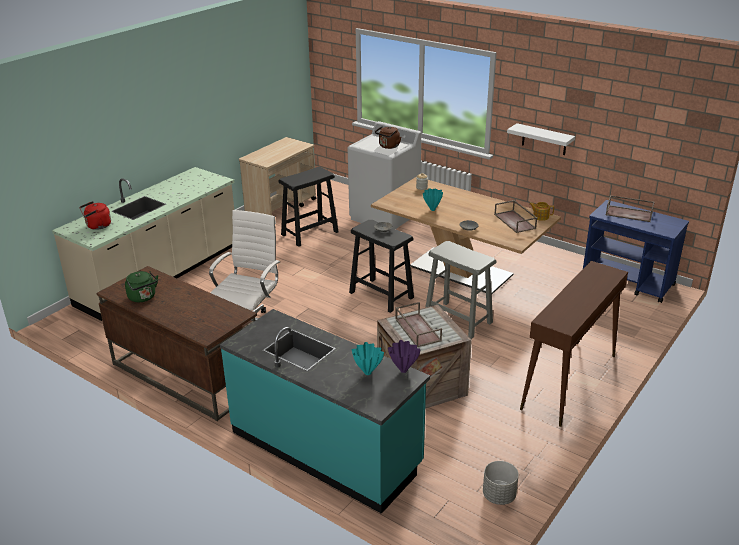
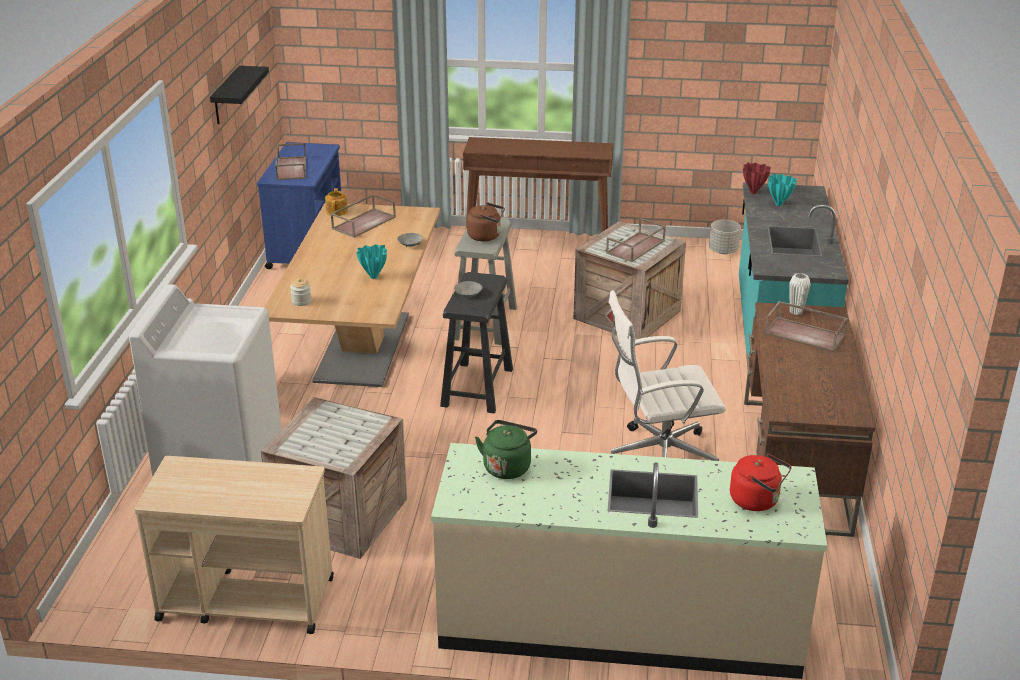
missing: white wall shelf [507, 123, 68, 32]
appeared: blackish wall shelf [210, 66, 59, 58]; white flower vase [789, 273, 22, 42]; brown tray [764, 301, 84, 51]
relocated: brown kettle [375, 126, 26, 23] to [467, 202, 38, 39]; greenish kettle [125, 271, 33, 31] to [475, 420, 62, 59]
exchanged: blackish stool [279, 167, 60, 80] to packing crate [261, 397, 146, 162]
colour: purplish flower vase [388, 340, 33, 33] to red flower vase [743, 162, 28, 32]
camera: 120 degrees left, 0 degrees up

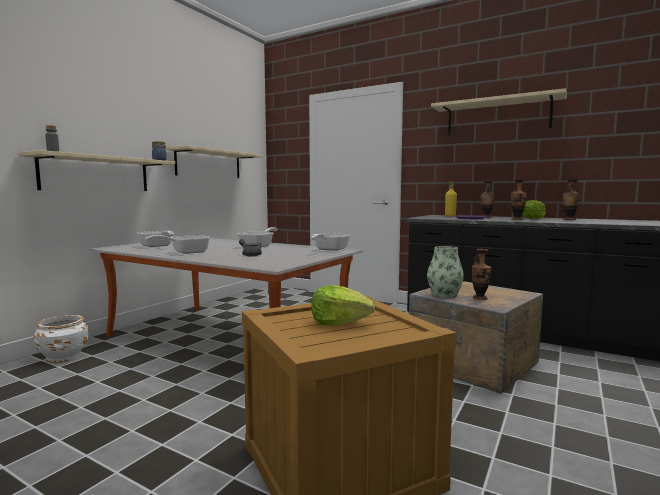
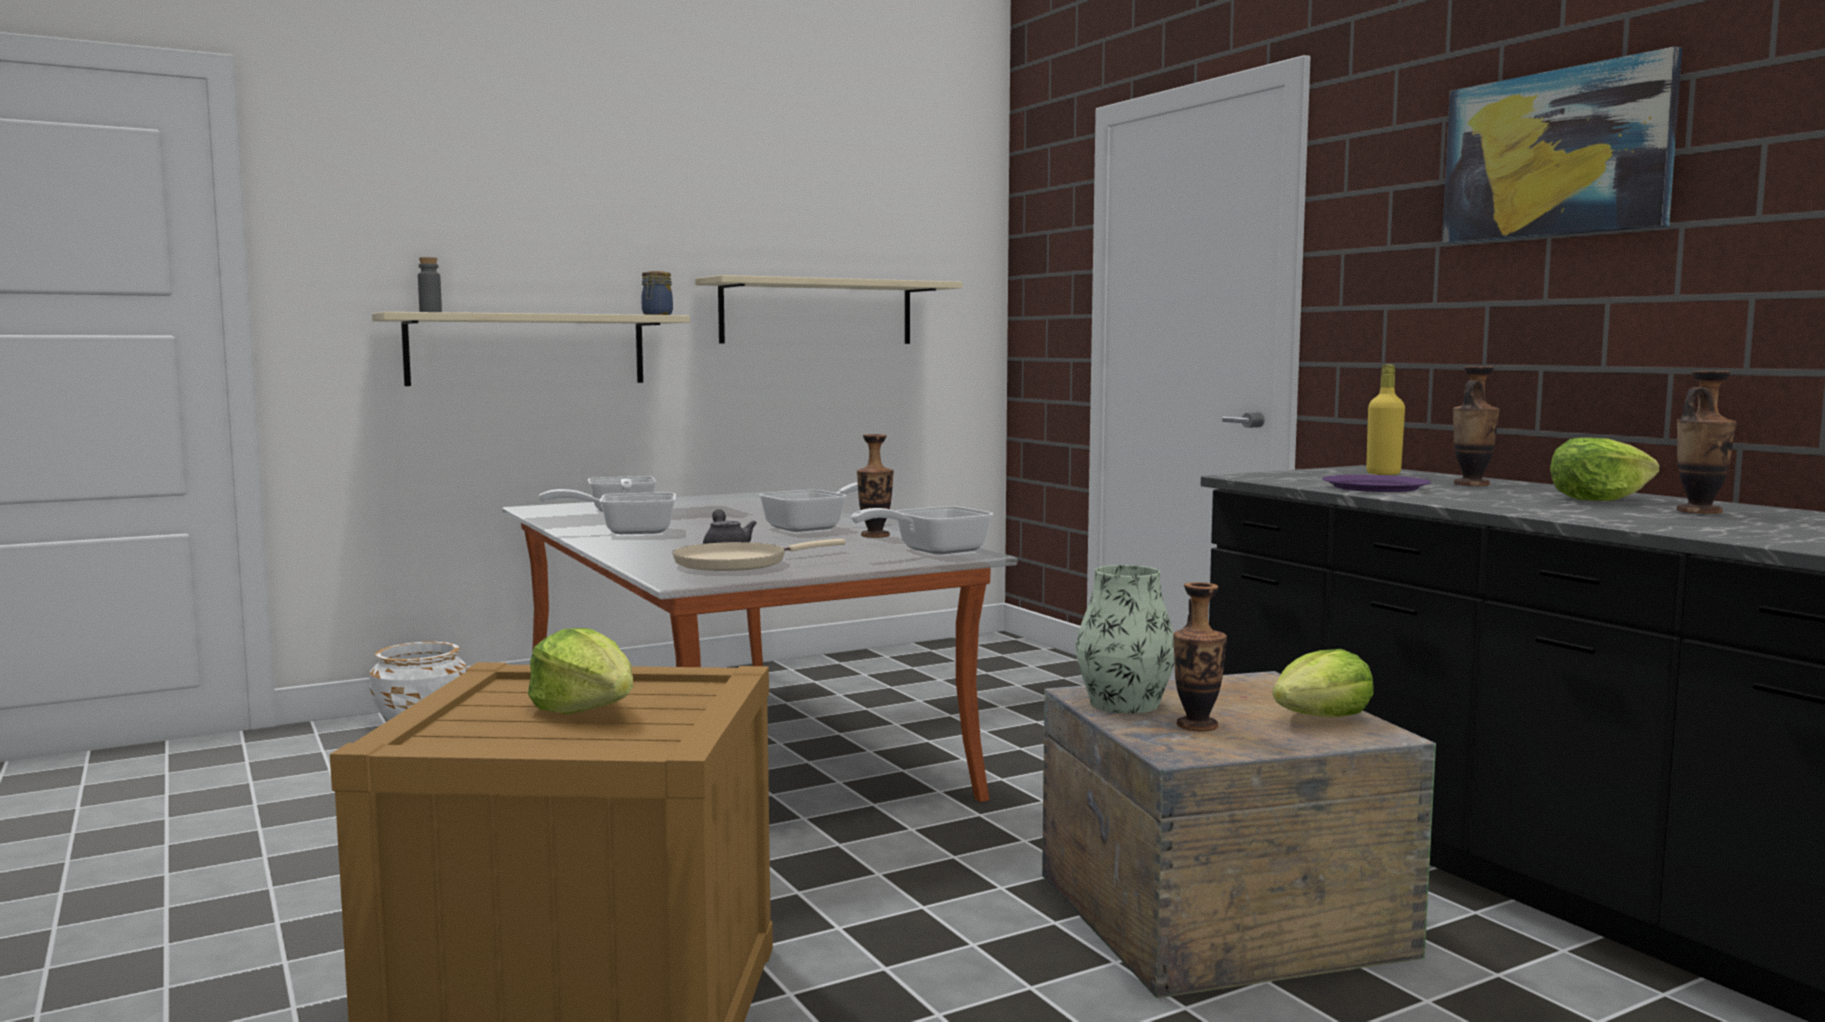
appeared: beige pan [672, 539, 174, 32]; lettuce head [1272, 649, 102, 68]
relocated: flower vase [511, 179, 16, 41] to [857, 434, 37, 104]
exchanged: beige wall shelf [431, 88, 136, 47] to wall picture [1442, 46, 240, 198]
camera: 30 degrees right, 0 degrees up

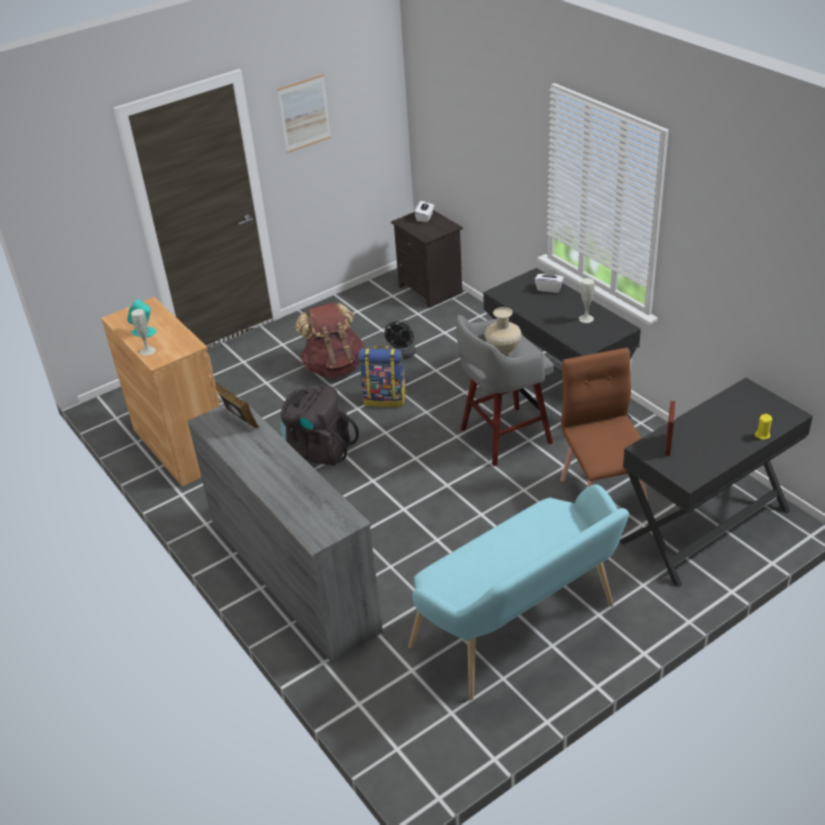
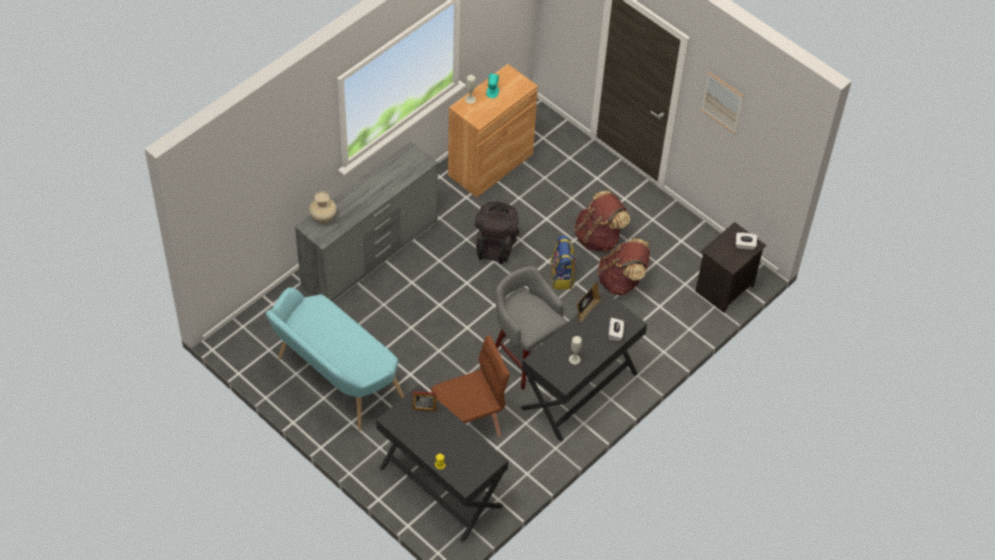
relocated: beige flower vase [484, 307, 38, 48] to [309, 191, 28, 32]; photo frame [215, 382, 44, 46] to [577, 282, 24, 40]
exchanged: blackish cooling fan [384, 320, 32, 39] to brown backpack [598, 238, 52, 57]
camera: 75 degrees right, 15 degrees up

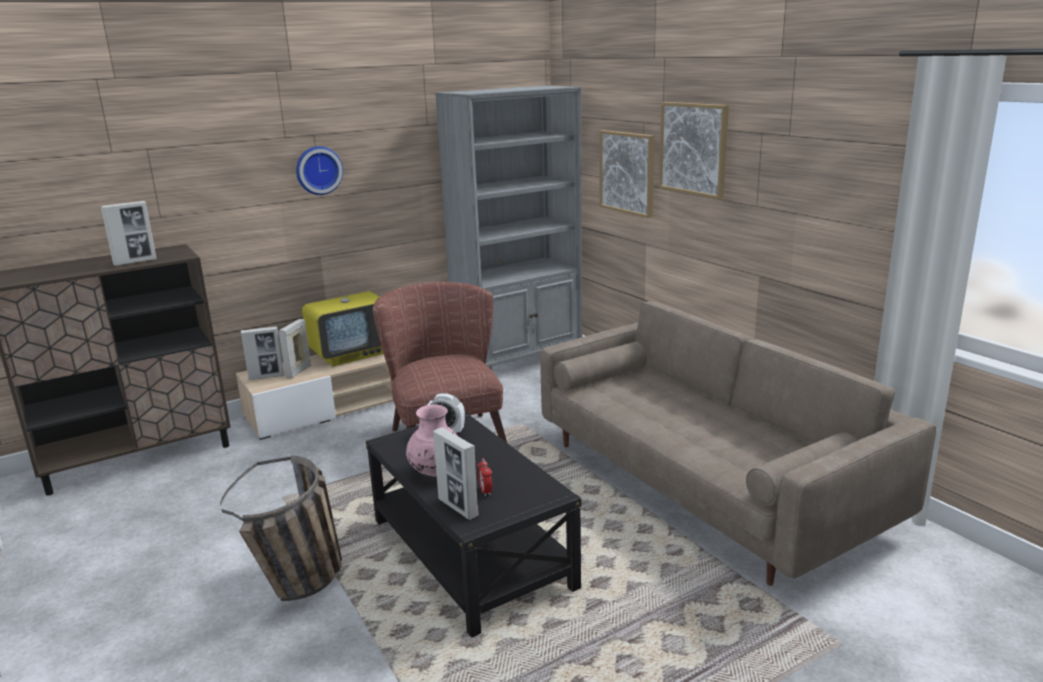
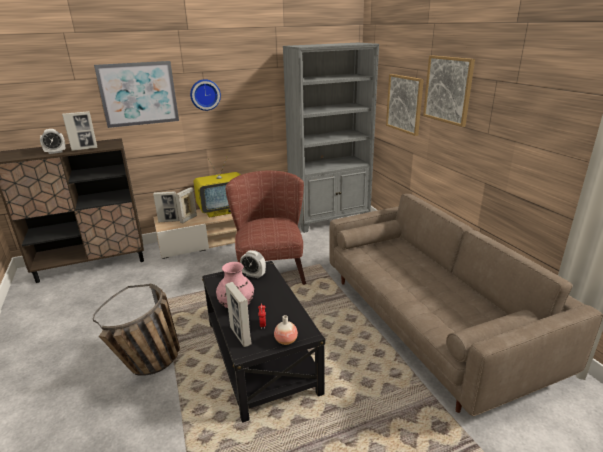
appeared: wall picture [94, 61, 85, 67]; bedside clock [40, 129, 25, 25]; flower vase [274, 315, 24, 30]
camera: 10 degrees right, 5 degrees up

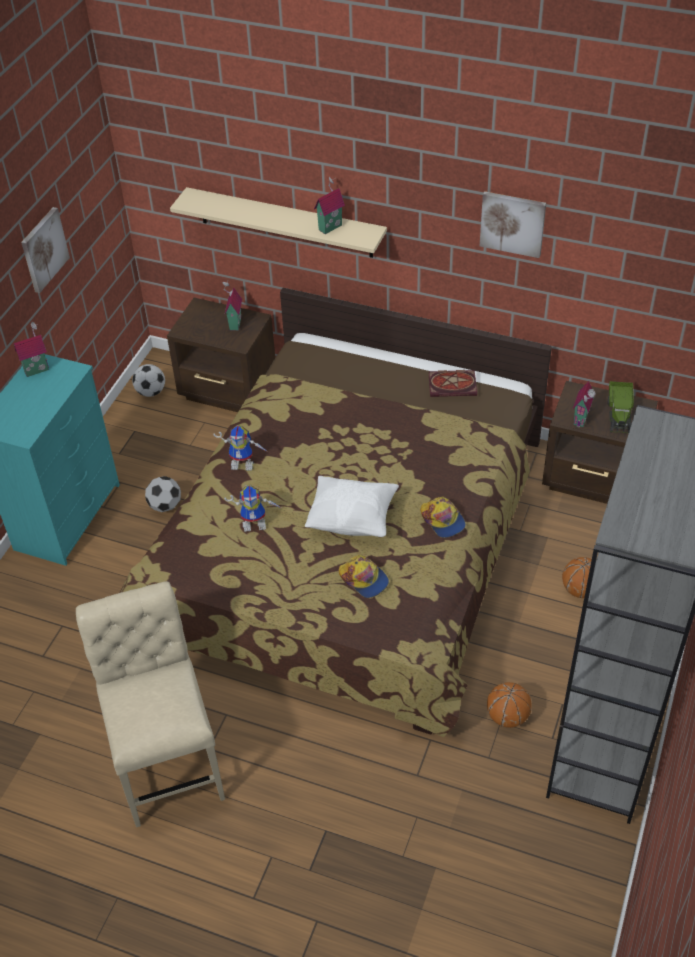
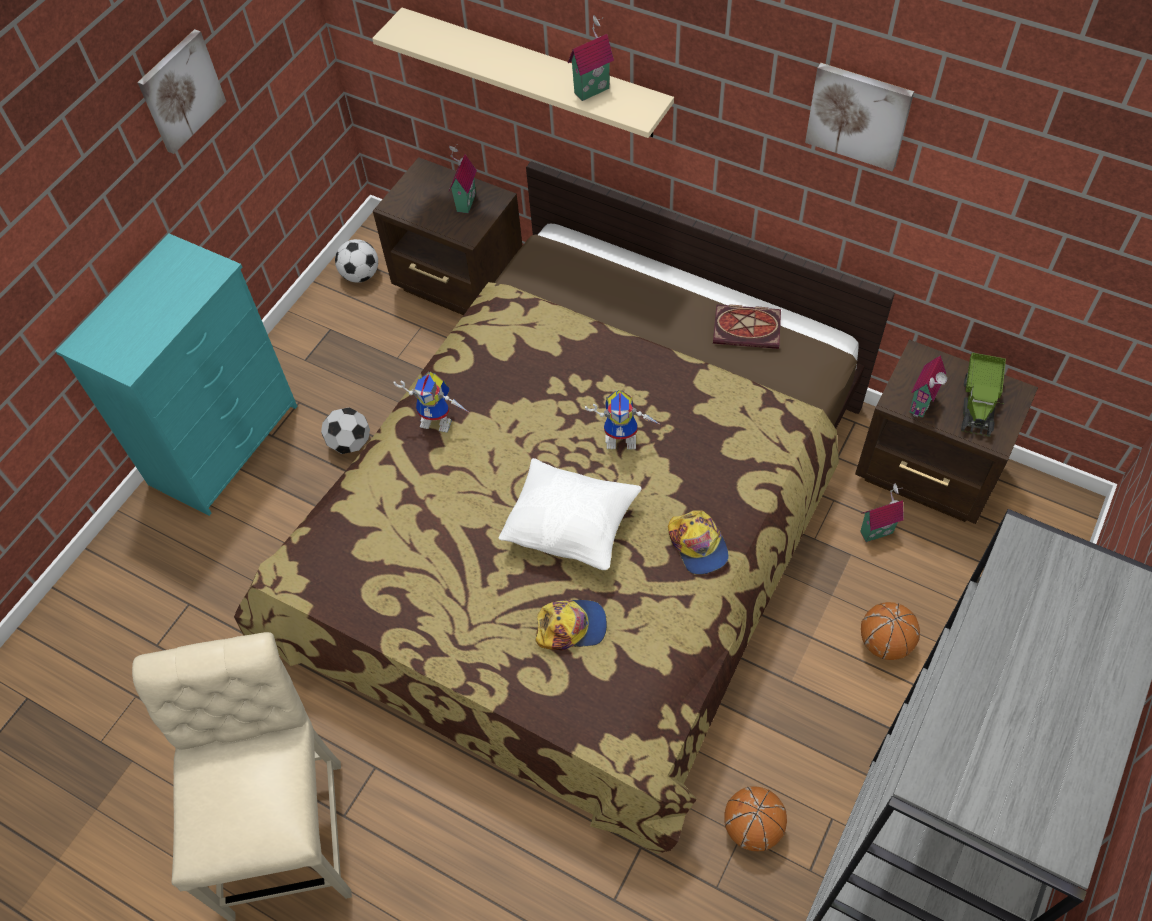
relocated: model house [14, 322, 35, 55] to [860, 483, 44, 59]; robot figure [224, 484, 57, 48] to [585, 390, 76, 59]
spun: peaked cap [339, 555, 50, 43] = [535, 600, 72, 51] 60 degrees counterclockwise
camera: 10 degrees right, 10 degrees up

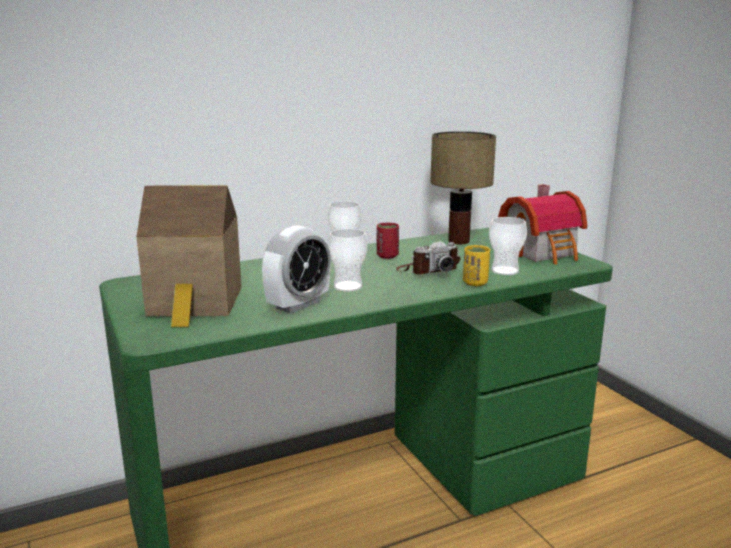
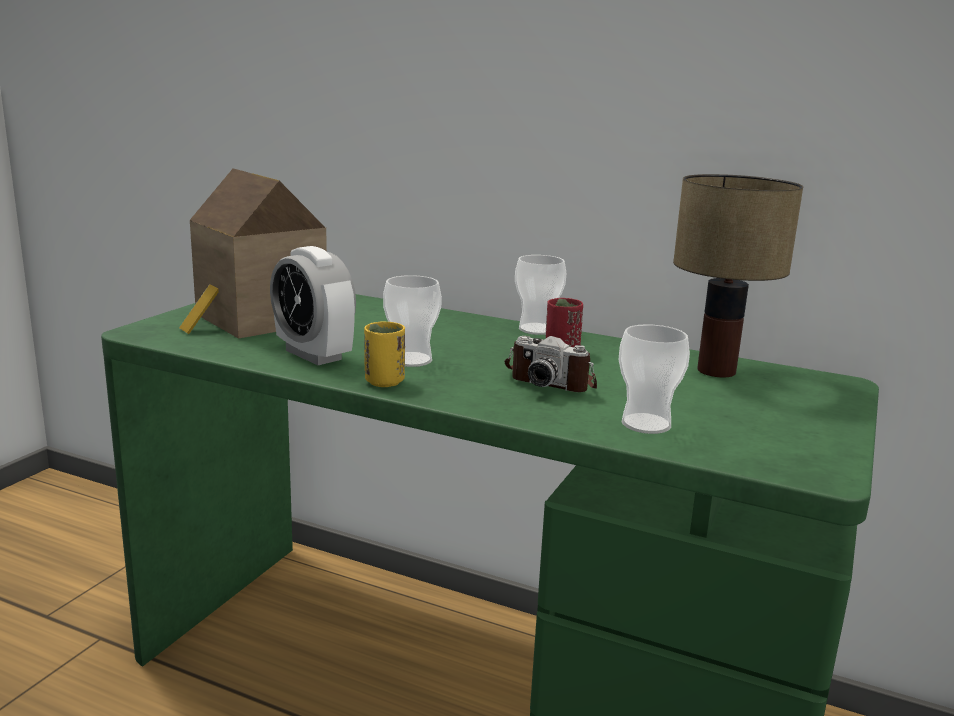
missing: model house [498, 184, 89, 80]
relocated: yellow-coloured small cup [463, 245, 27, 41] to [364, 322, 41, 65]
spun: bedside clock [262, 225, 68, 89] = [270, 246, 86, 119] 45 degrees clockwise
camera: 50 degrees right, 0 degrees up

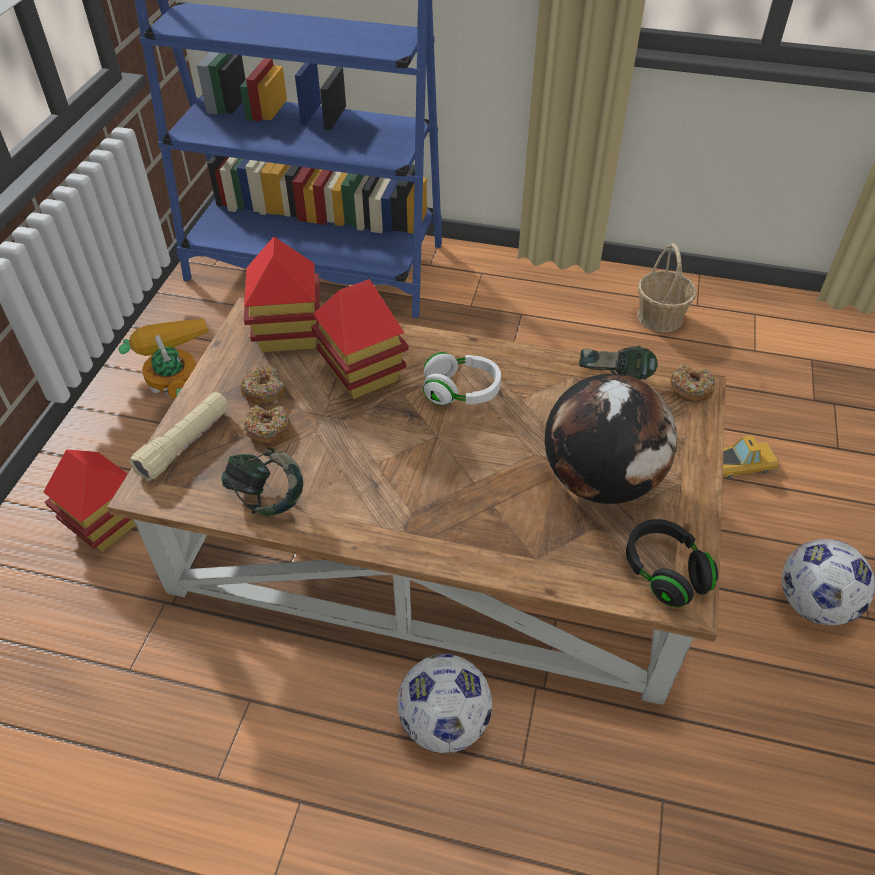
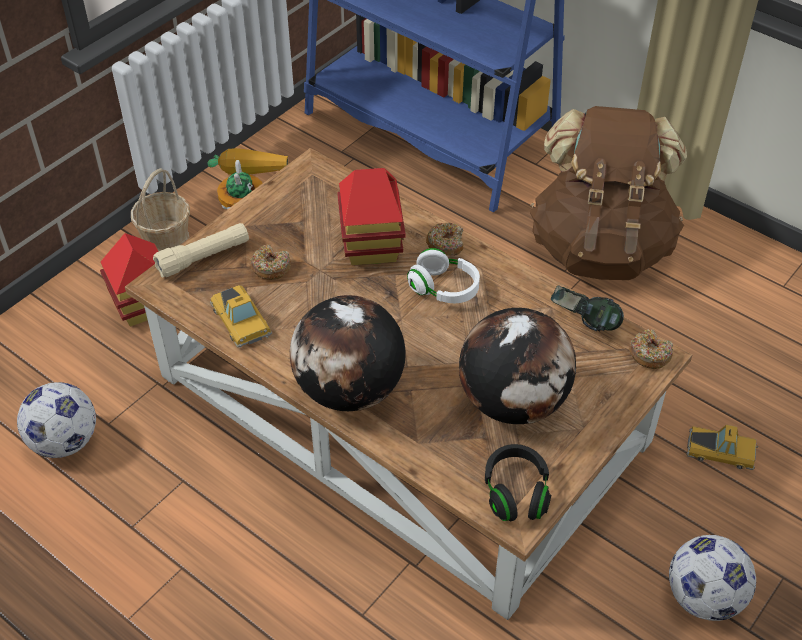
missing: model house [244, 237, 76, 115]
appeared: brown backpack [530, 106, 157, 174]; world globe [290, 295, 116, 116]
relocated: household basket [637, 243, 59, 89] to [131, 168, 59, 83]; ring doughnut [240, 366, 45, 39] to [426, 223, 38, 33]; football ball [398, 654, 94, 99] to [17, 382, 79, 76]
exchanged: headset [222, 447, 81, 69] to miniature car [210, 285, 62, 63]
camera: 25 degrees right, 0 degrees up

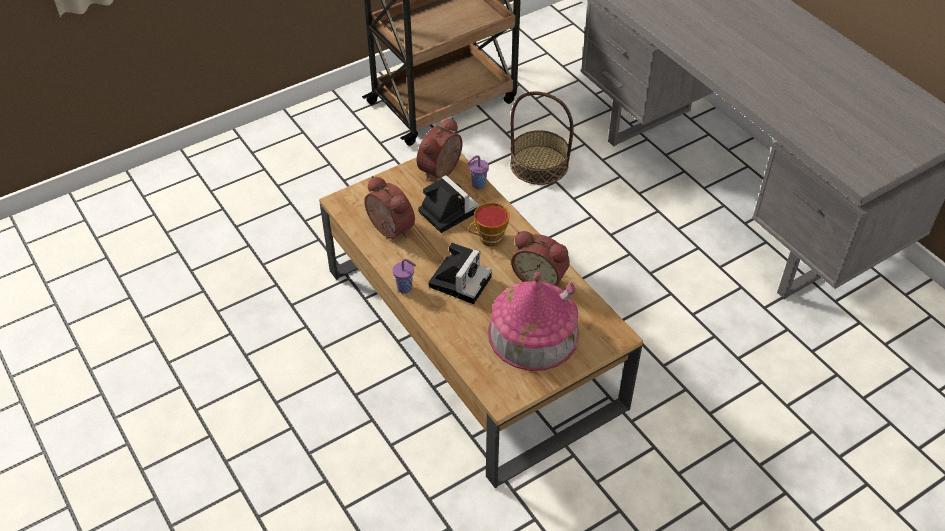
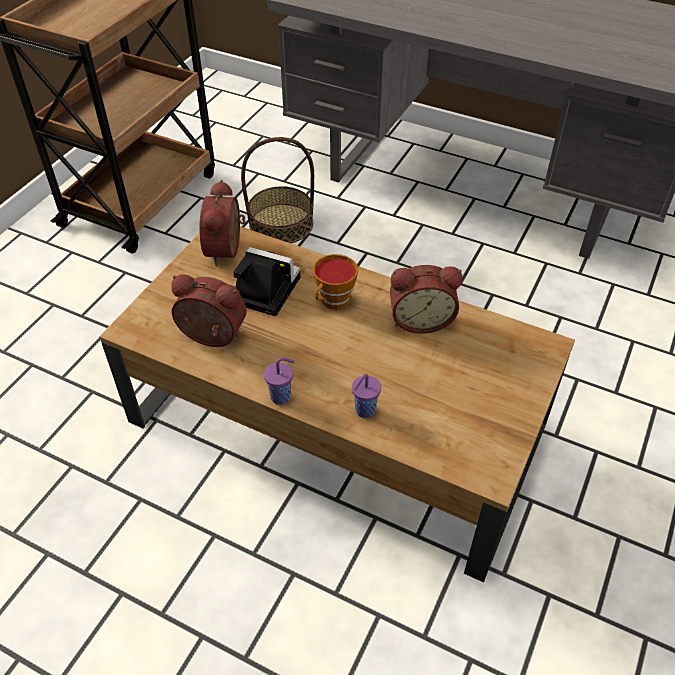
missing: photo camera [429, 243, 63, 61]; model house [488, 272, 91, 99]
relocated: purplish small cup [467, 155, 22, 35] to [352, 374, 29, 44]
camera: 30 degrees left, 0 degrees up

